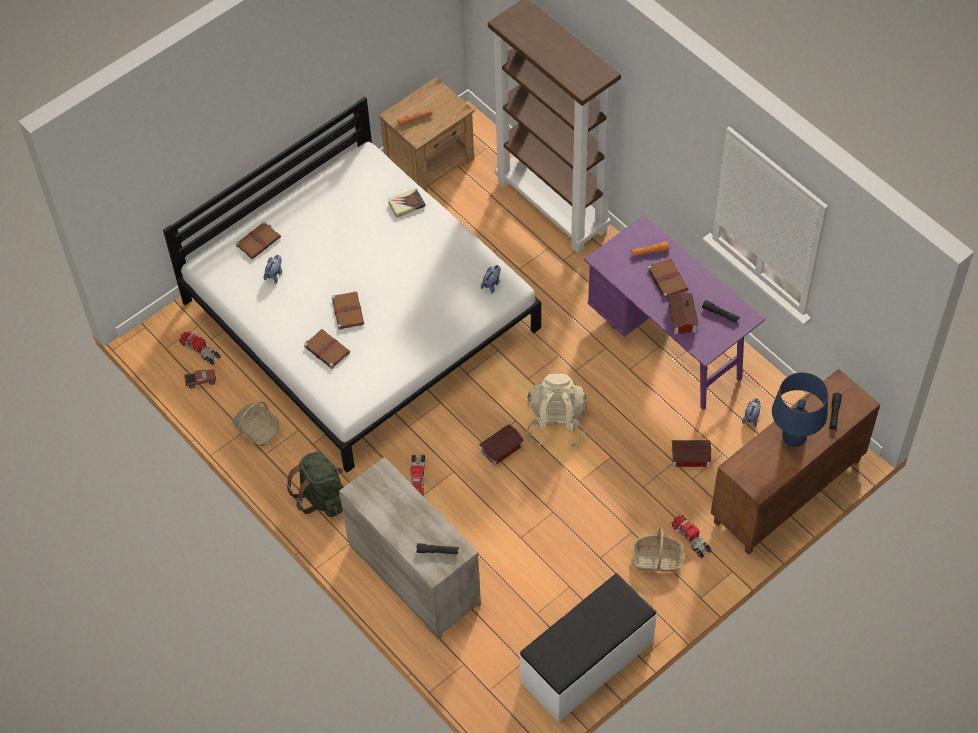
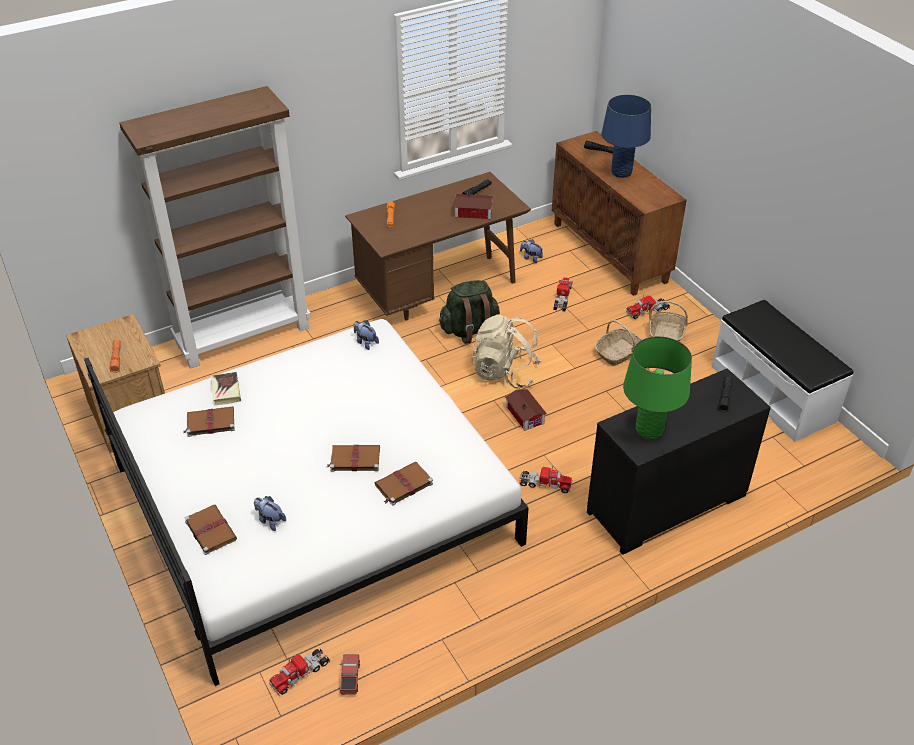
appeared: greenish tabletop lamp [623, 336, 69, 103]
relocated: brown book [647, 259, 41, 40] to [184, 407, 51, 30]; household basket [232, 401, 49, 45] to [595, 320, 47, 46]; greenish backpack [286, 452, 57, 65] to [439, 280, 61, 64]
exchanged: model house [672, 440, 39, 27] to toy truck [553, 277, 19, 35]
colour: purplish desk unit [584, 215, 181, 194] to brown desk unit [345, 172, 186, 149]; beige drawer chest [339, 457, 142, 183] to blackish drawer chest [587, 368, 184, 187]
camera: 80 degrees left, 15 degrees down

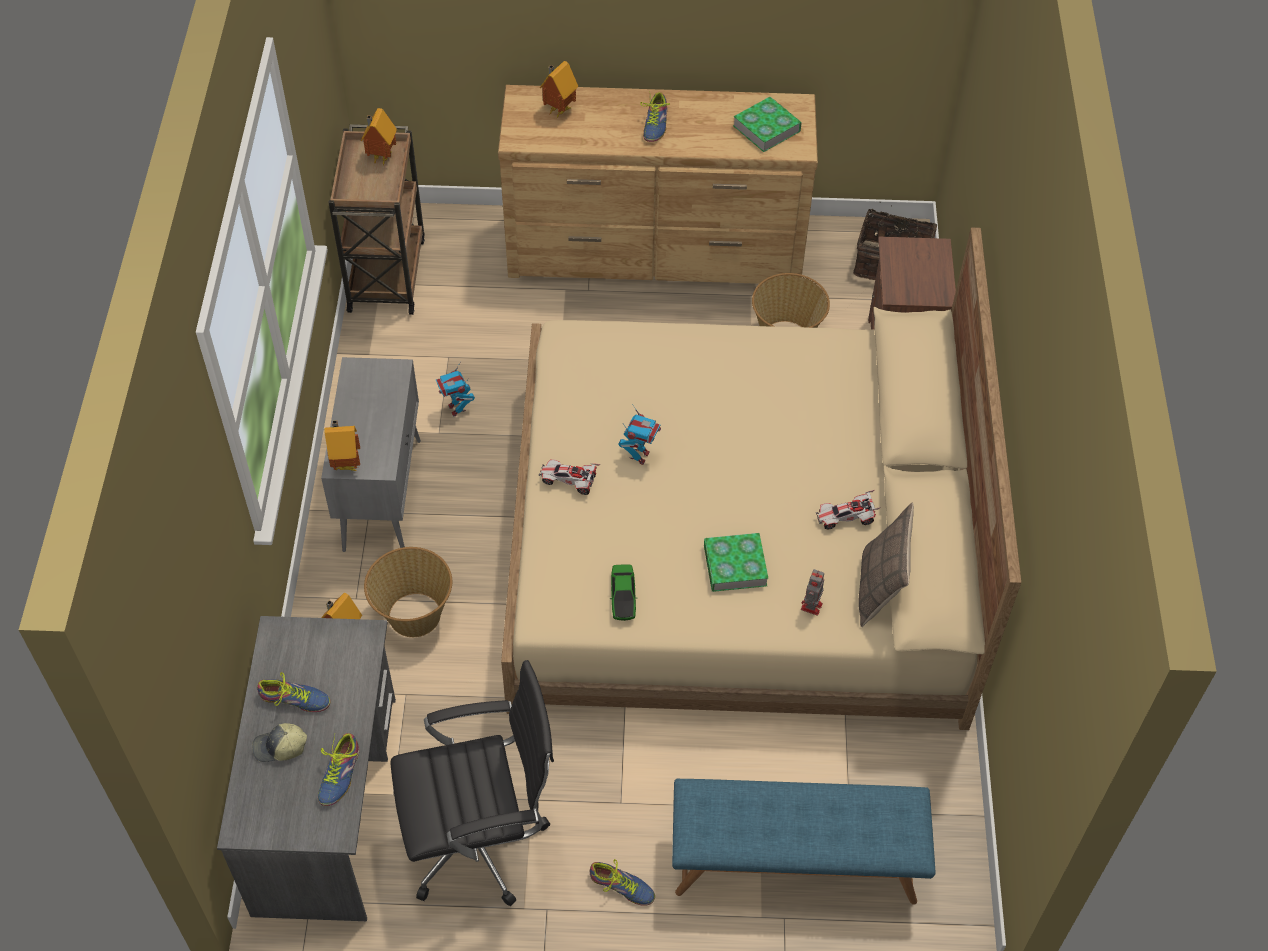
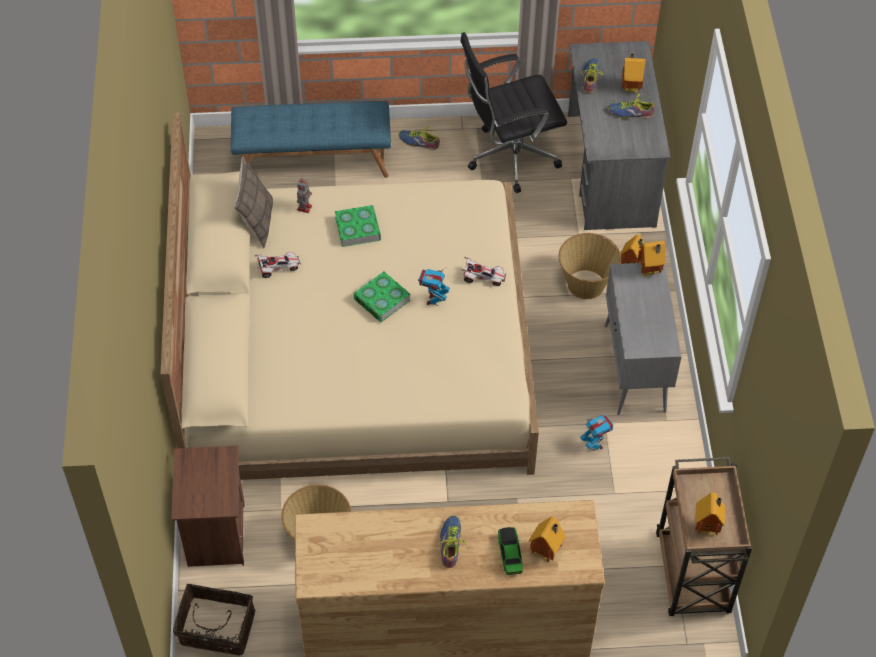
relocated: book [733, 97, 69, 55] to [354, 271, 57, 52]; miniature car [610, 565, 28, 56] to [498, 527, 25, 48]
exchanged: peaked cap [252, 723, 55, 39] to model house [622, 53, 24, 40]
camera: 175 degrees right, 0 degrees up

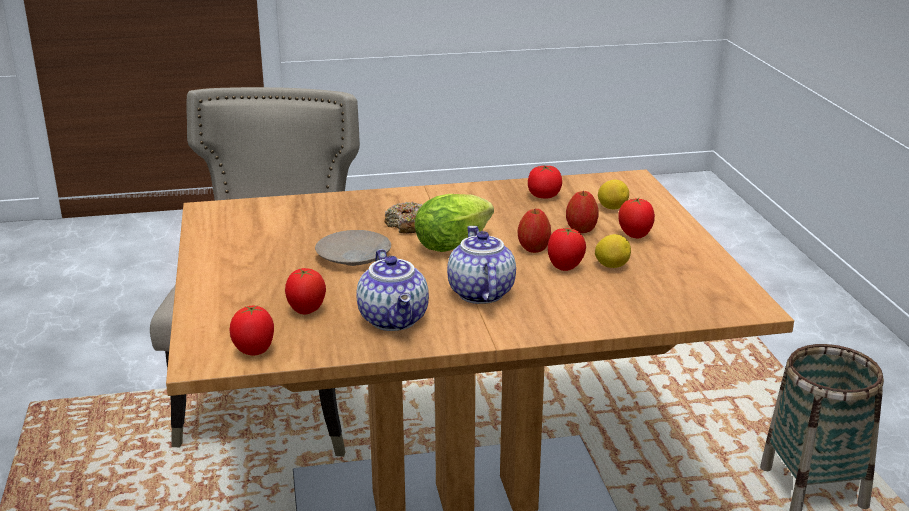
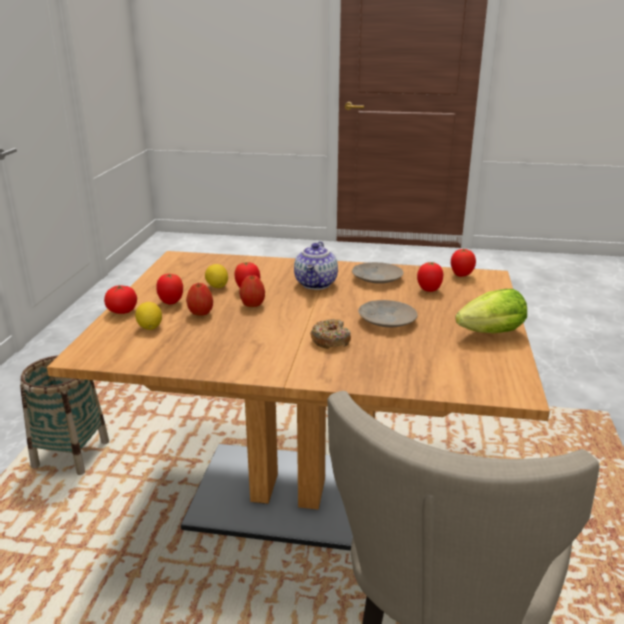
relocated: fresh tomato [528, 165, 34, 34] to [104, 285, 33, 29]; lettuce head [415, 194, 79, 58] to [455, 289, 72, 44]
exchanged: pot for tea [356, 249, 73, 82] to beige dinner plate [352, 262, 52, 22]
camera: 160 degrees left, 0 degrees up

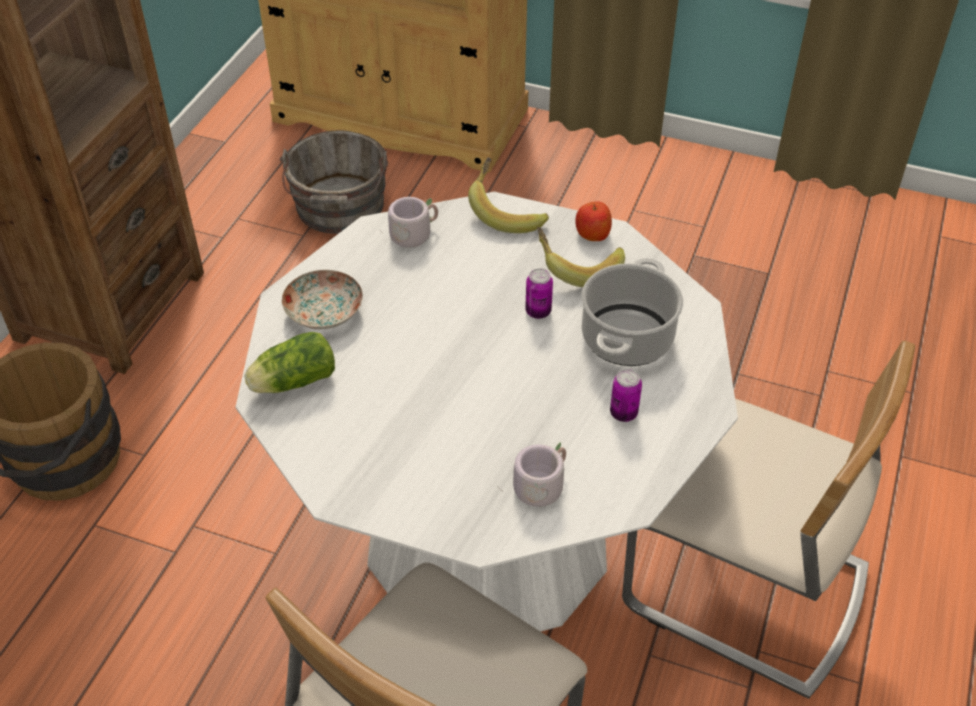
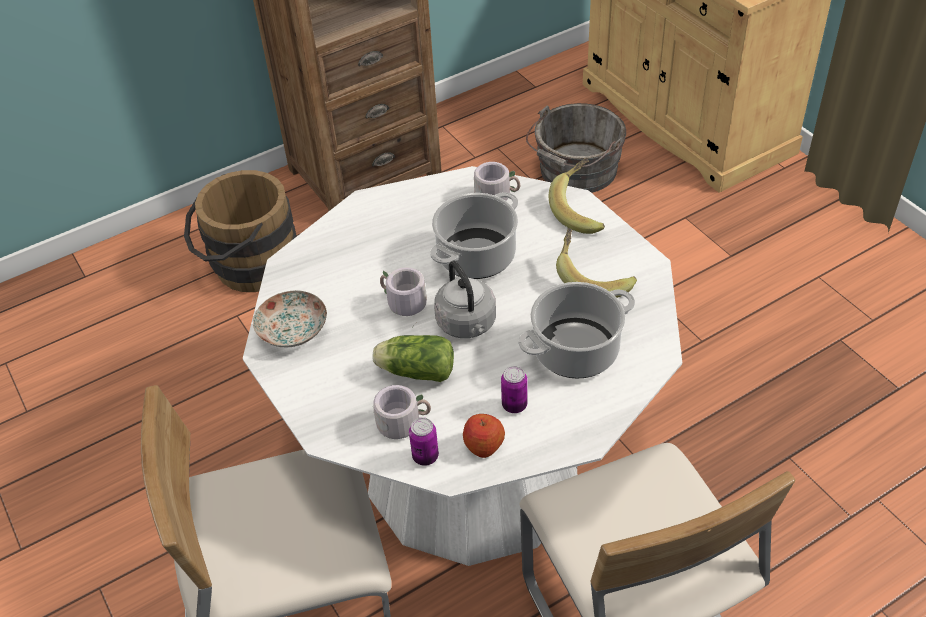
appeared: cooking pot [430, 192, 88, 87]; grey kettle [434, 261, 62, 77]; grey mug [380, 267, 47, 49]
relocated: apple [575, 201, 37, 40] to [463, 414, 42, 44]; metal can [525, 269, 28, 50] to [409, 418, 30, 48]; dinner plate [282, 270, 81, 60] to [253, 290, 74, 57]; lettuce head [244, 332, 91, 61] to [373, 335, 81, 47]
camera: 40 degrees right, 0 degrees up

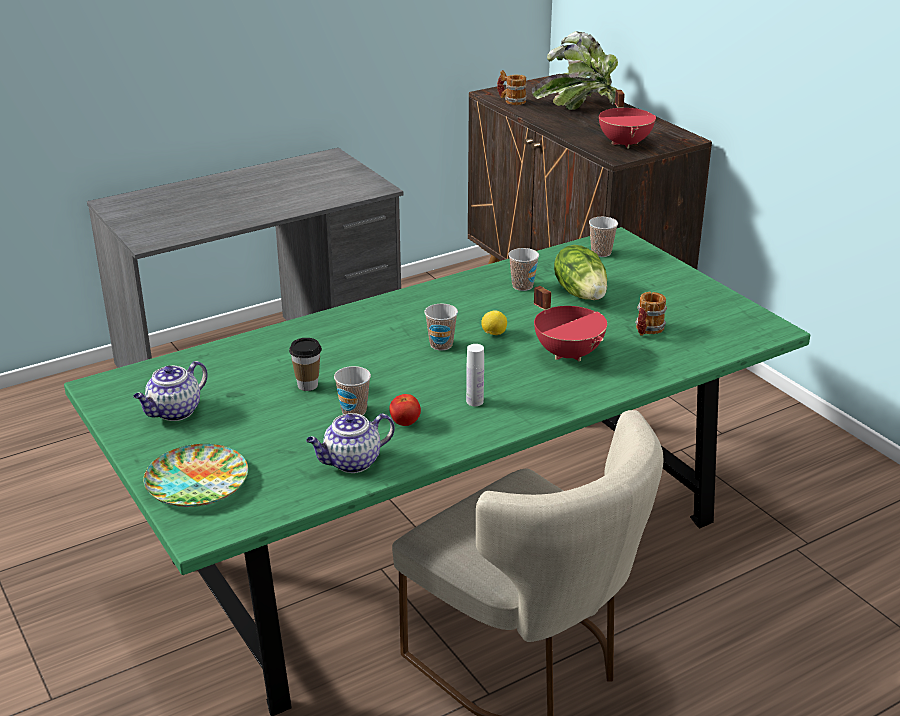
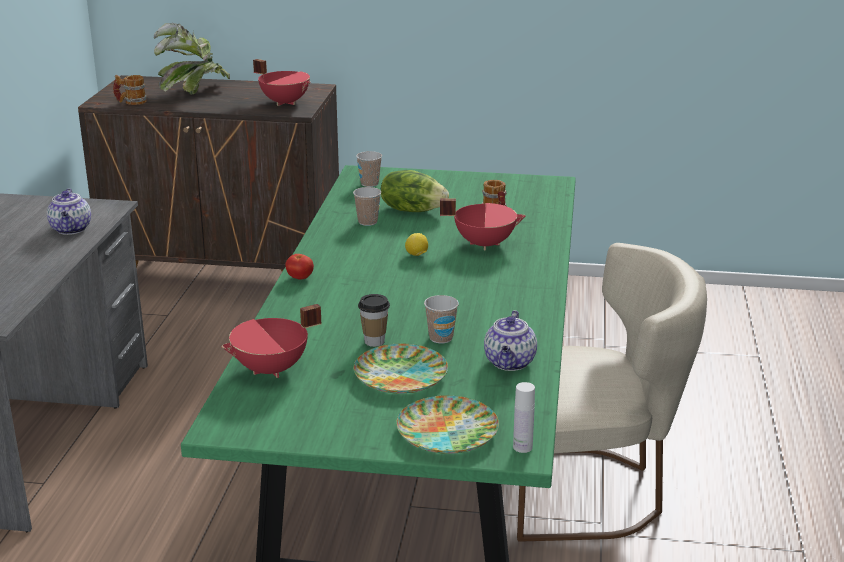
missing: small cup [424, 304, 34, 47]
appeared: red cooking pot [221, 304, 100, 74]; dinner plate [354, 344, 94, 50]
relocated: white beverage bottle [466, 344, 18, 62] to [513, 382, 22, 71]; pot for tea [133, 361, 75, 60] to [47, 188, 44, 47]; fresh tomato [389, 394, 32, 32] to [285, 254, 29, 25]
camera: 50 degrees left, 5 degrees down

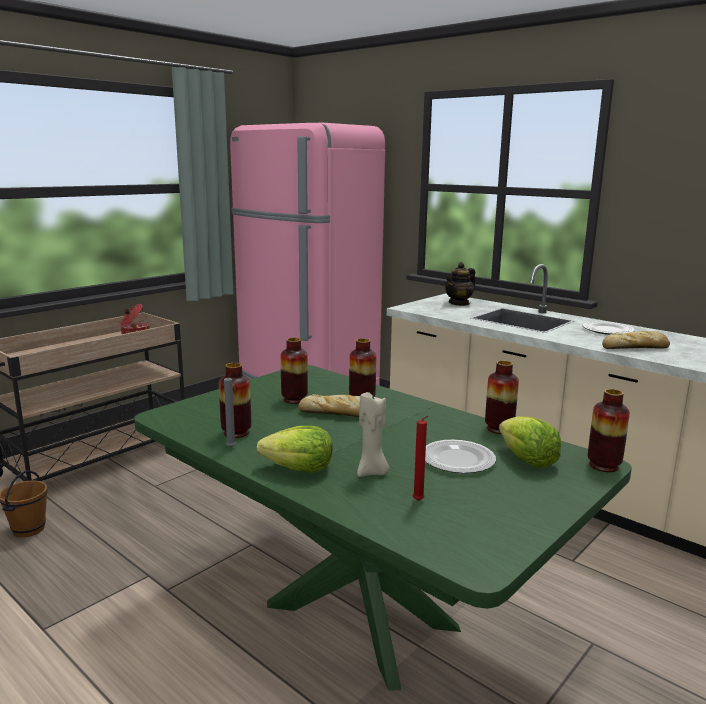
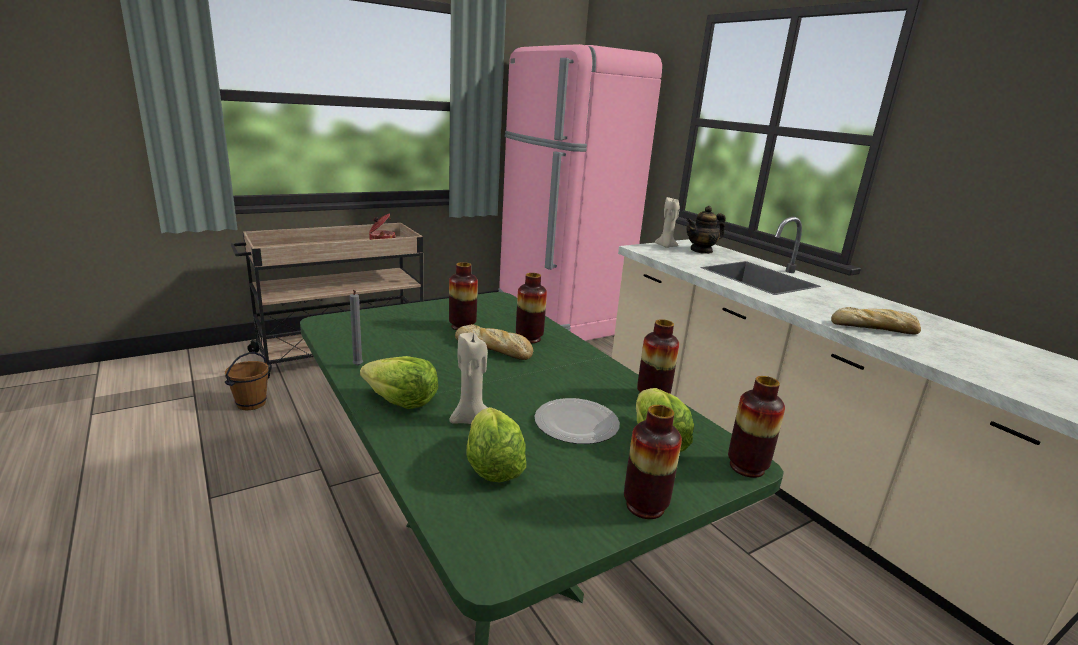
missing: dinner plate [583, 321, 52, 14]
appeared: beige candle [655, 197, 25, 51]
relocated: flower vase [219, 363, 32, 75] to [624, 405, 58, 114]
exchanged: red candle [413, 416, 16, 85] to lettuce head [466, 407, 60, 75]
camera: 15 degrees right, 5 degrees up

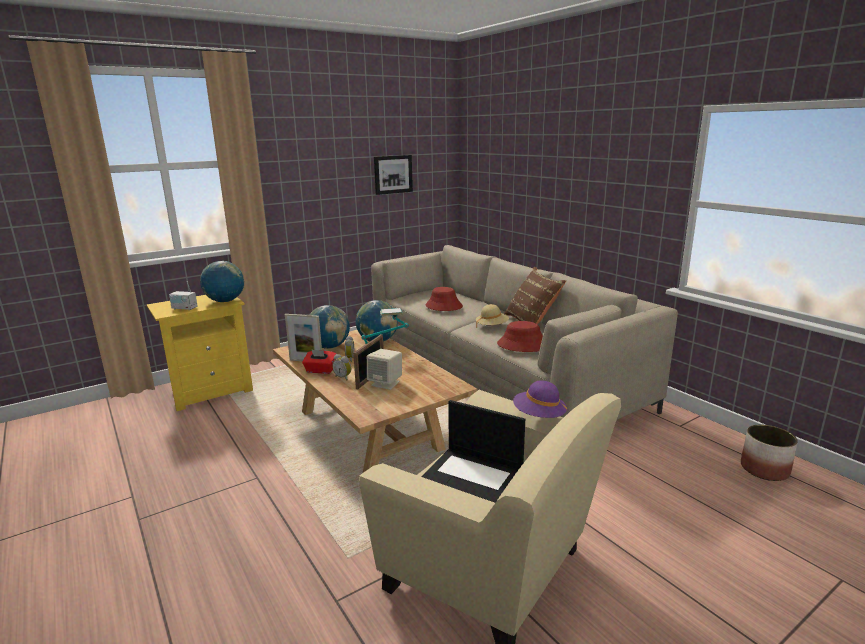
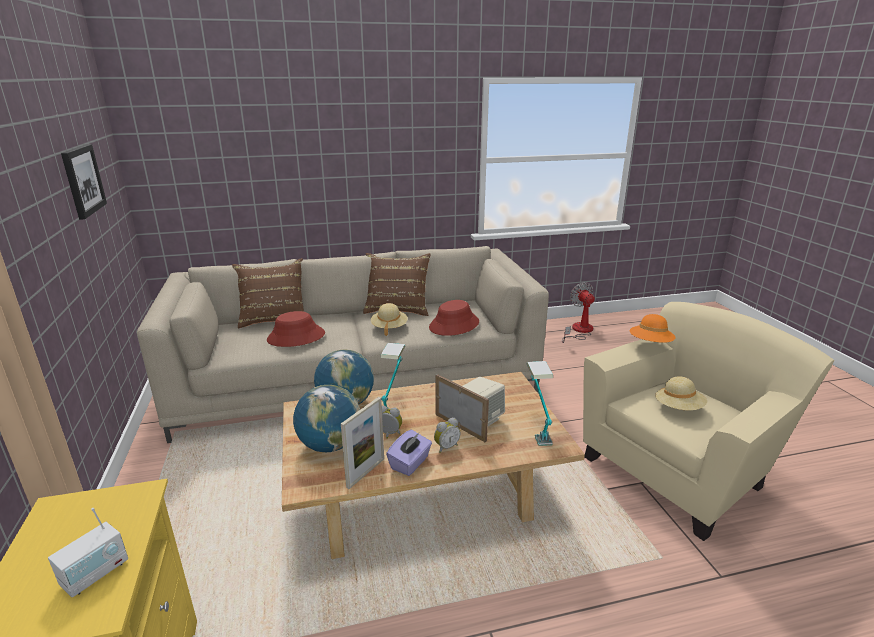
missing: world globe [200, 261, 44, 41]
appeared: brown pillow [232, 258, 72, 71]; tabletop lamp [527, 361, 26, 85]
exchanged: laptop [422, 400, 103, 103] to beige clothing hat [655, 376, 52, 35]; plant pot [741, 424, 57, 57] to cooling fan [562, 282, 33, 61]
colour: red tissue holder [302, 349, 35, 25] to purplish tissue holder [386, 430, 46, 46]; purplish clothing hat [513, 380, 54, 38] to orange-coloured clothing hat [630, 314, 45, 29]
camera: 70 degrees left, 5 degrees up

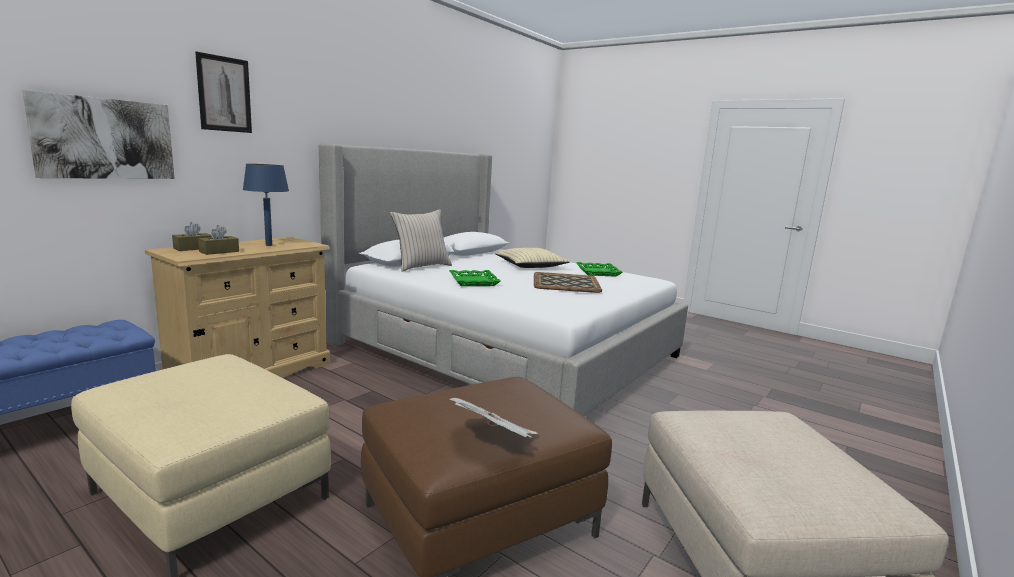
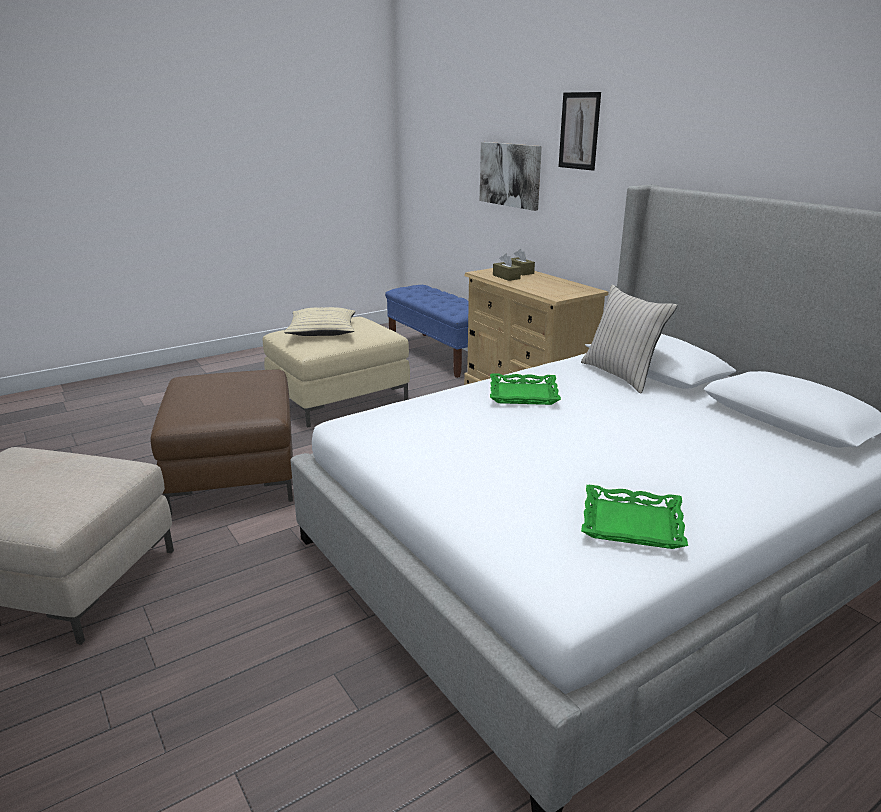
missing: bluish tabletop lamp [243, 164, 46, 82]; tray [534, 272, 68, 21]; newspaper [450, 398, 87, 40]
relocated: beige pillow [495, 248, 75, 20] to [284, 307, 71, 29]
camera: 110 degrees right, 10 degrees up

